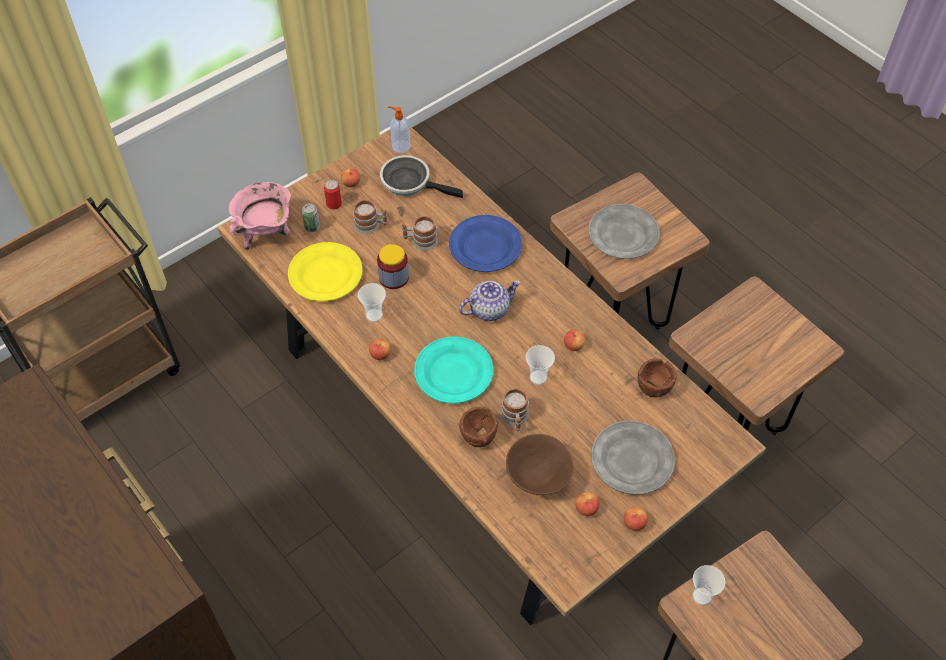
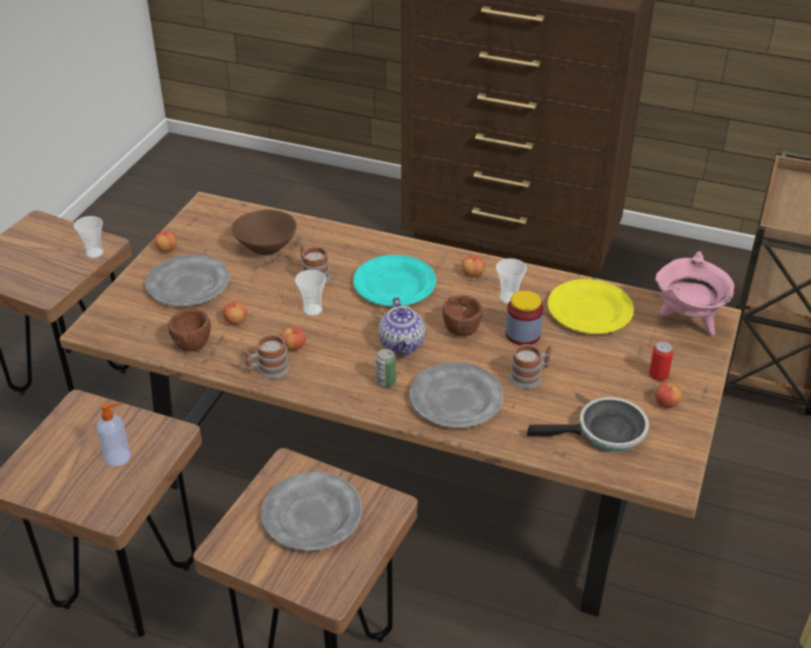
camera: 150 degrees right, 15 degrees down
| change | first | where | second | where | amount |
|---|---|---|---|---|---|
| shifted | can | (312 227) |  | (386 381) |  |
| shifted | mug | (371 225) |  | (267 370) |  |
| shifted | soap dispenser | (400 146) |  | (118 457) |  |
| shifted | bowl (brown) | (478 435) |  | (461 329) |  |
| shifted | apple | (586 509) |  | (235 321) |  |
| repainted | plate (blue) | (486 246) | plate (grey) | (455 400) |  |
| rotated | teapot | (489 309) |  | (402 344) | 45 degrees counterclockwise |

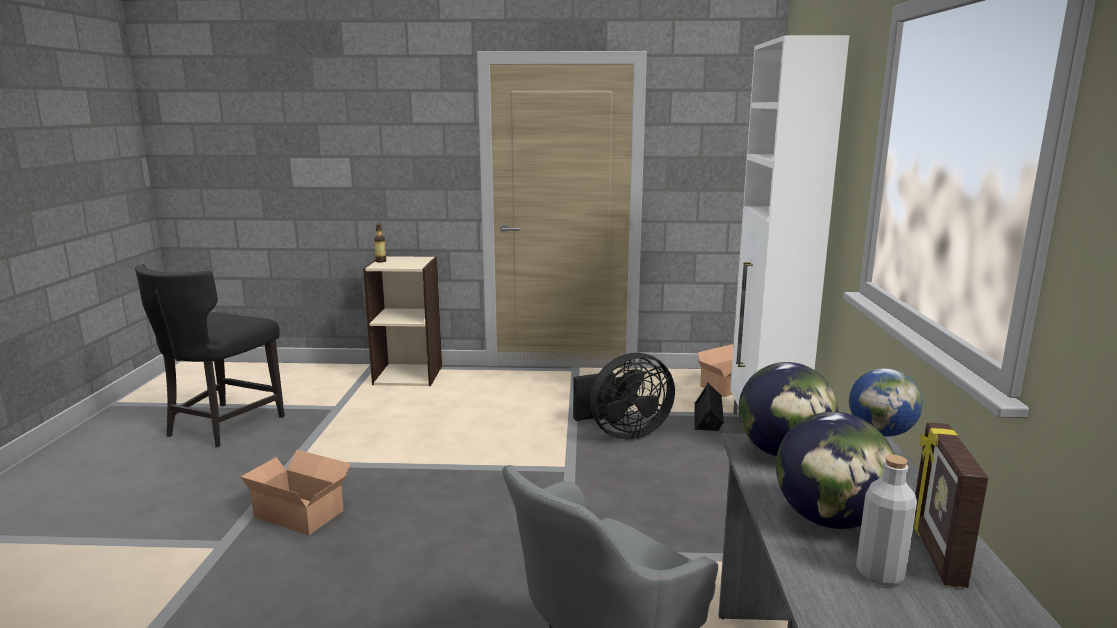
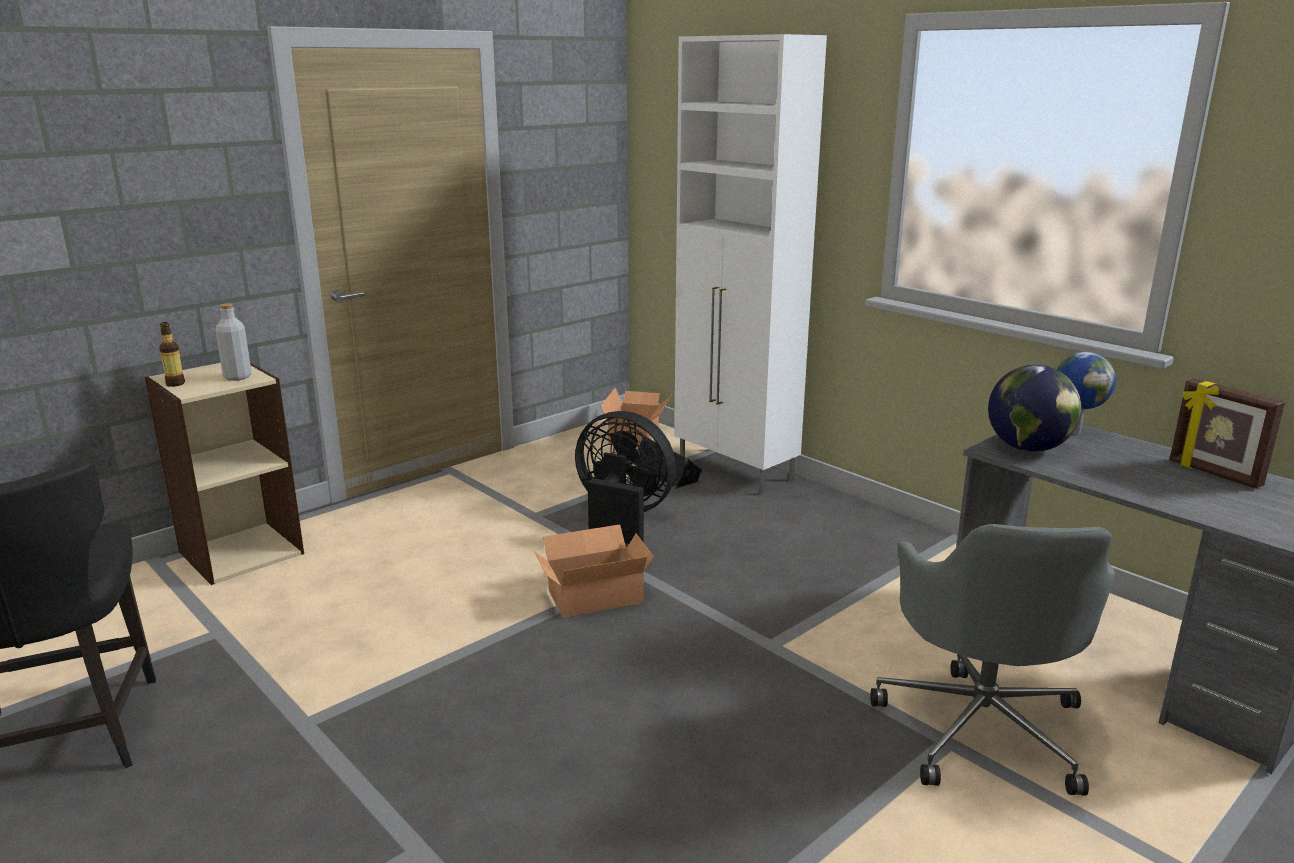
camera: 45 degrees left, 5 degrees up
| change | first | where | second | where | amount |
|---|---|---|---|---|---|
| gone | globe | (829 520) |  |  |  |
| shifted | cardboard box | (300 512) |  | (592 595) |  |
| shifted | bottle (grey) | (880 574) |  | (237 377) |  |
| rotated | fan (black) | (623 433) |  | (622 517) | 90 degrees counterclockwise |

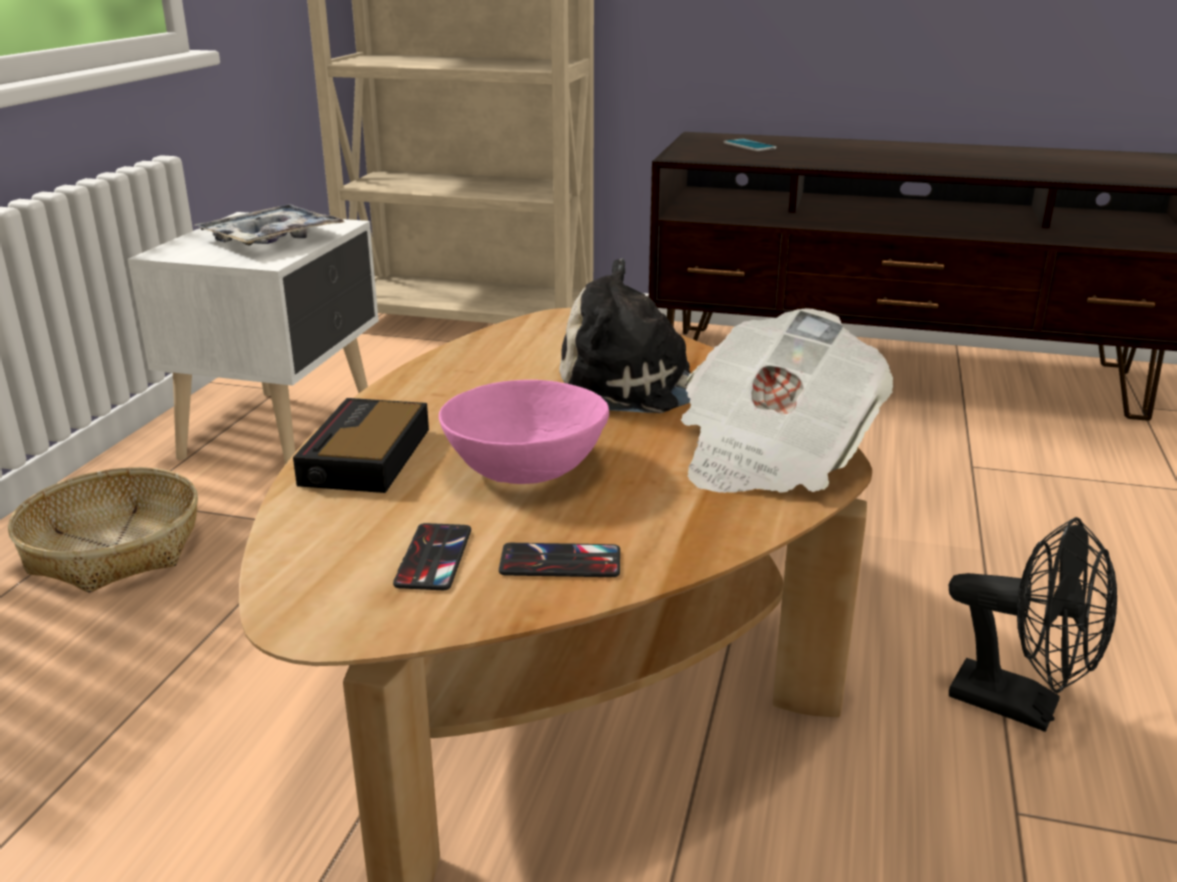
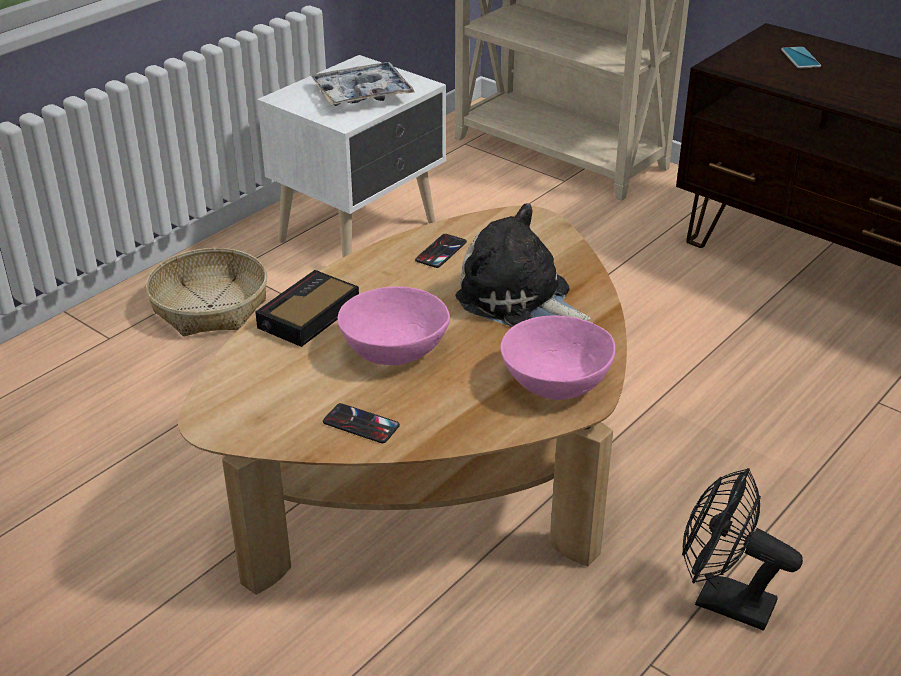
camera: 25 degrees right, 10 degrees up
| change | first | where | second | where | amount |
|---|---|---|---|---|---|
| shifted | phone | (433 557) |  | (441 251) |  |
| swapped | newspaper | (771 454) | bowl (pink) | (555 381) |  |
| rotated | fan (black) | (1021 706) |  | (722 601) | 150 degrees clockwise |

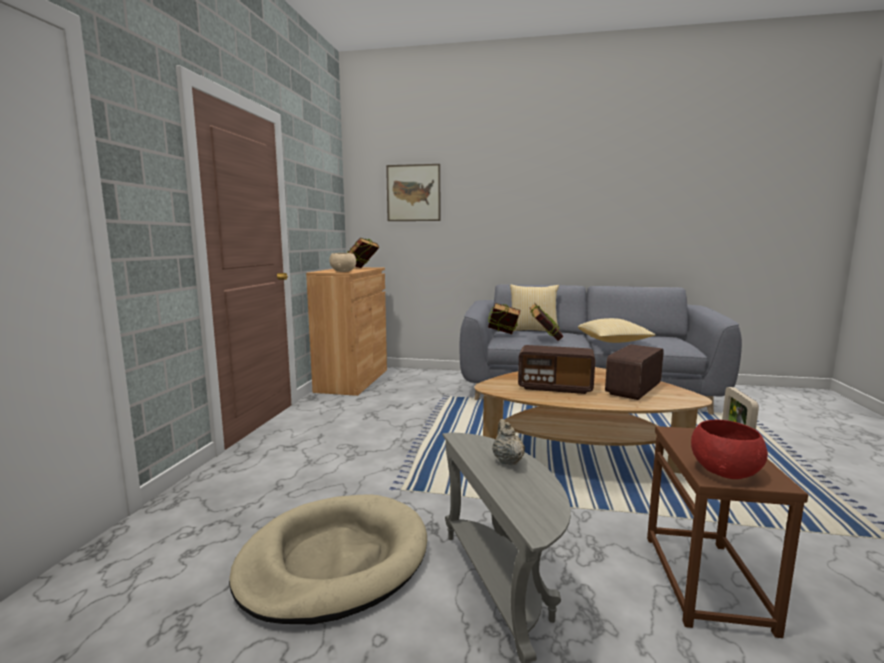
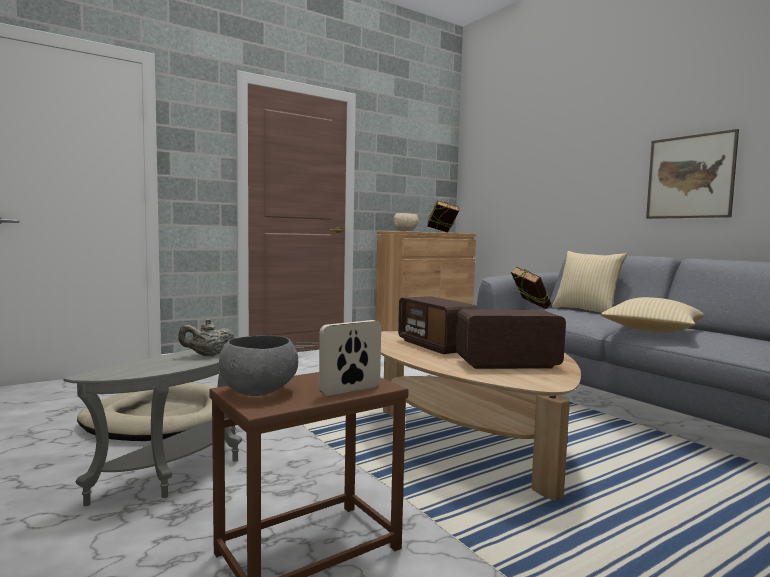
camera: 45 degrees right, 5 degrees down
| change | first | where | second | where | amount |
|---|---|---|---|---|---|
| gone | book | (545 339) |  |  |  |
| shifted | picture | (413 193) |  | (690 177) |  |
| repainted | bowl (red) | (724 471) | bowl (grey) | (260 392) |  |
| rotated | teapot (beige) | (507 460) |  | (207 355) | 150 degrees counterclockwise |

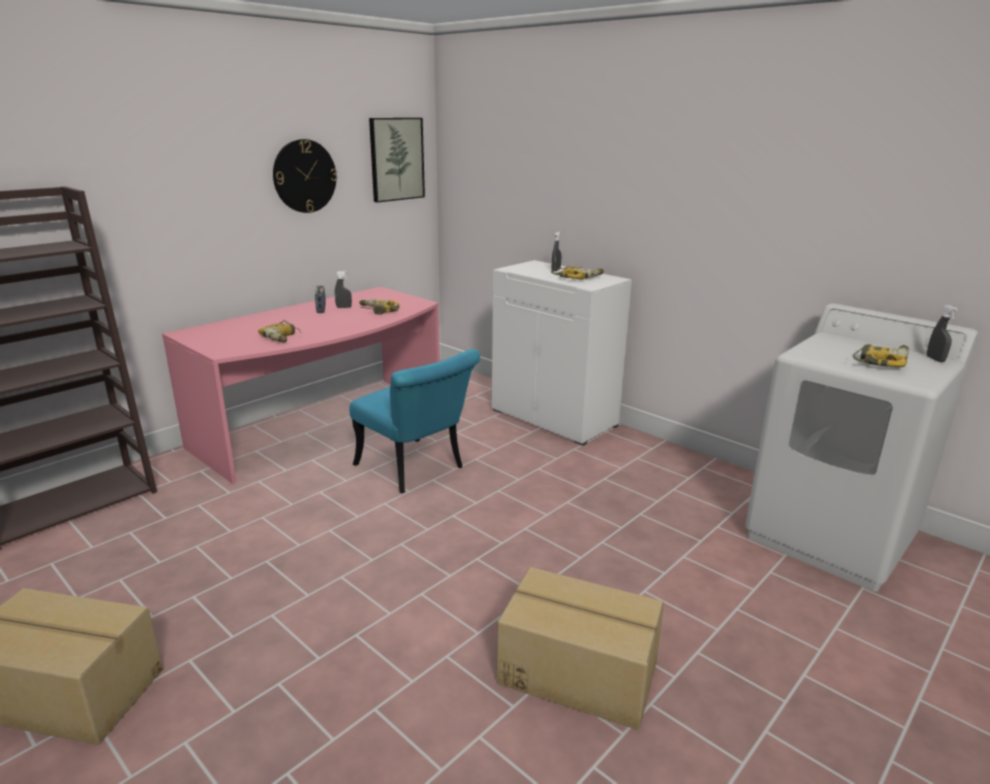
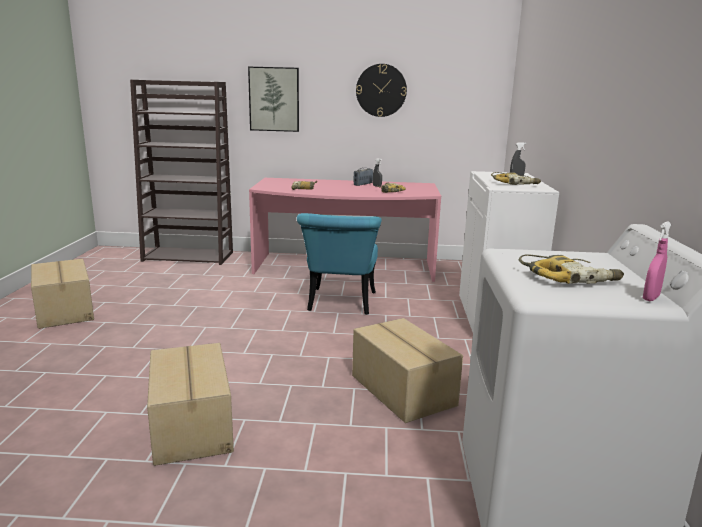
camera: 50 degrees right, 5 degrees down
| change | first | where | second | where | amount |
|---|---|---|---|---|---|
| new |  |  | cardboard box | (402 391) |  |
| shifted | picture | (396 159) |  | (274 99) |  |
| repainted | spray bottle (grey) | (935 359) | spray bottle (pink) | (651 298) |  |

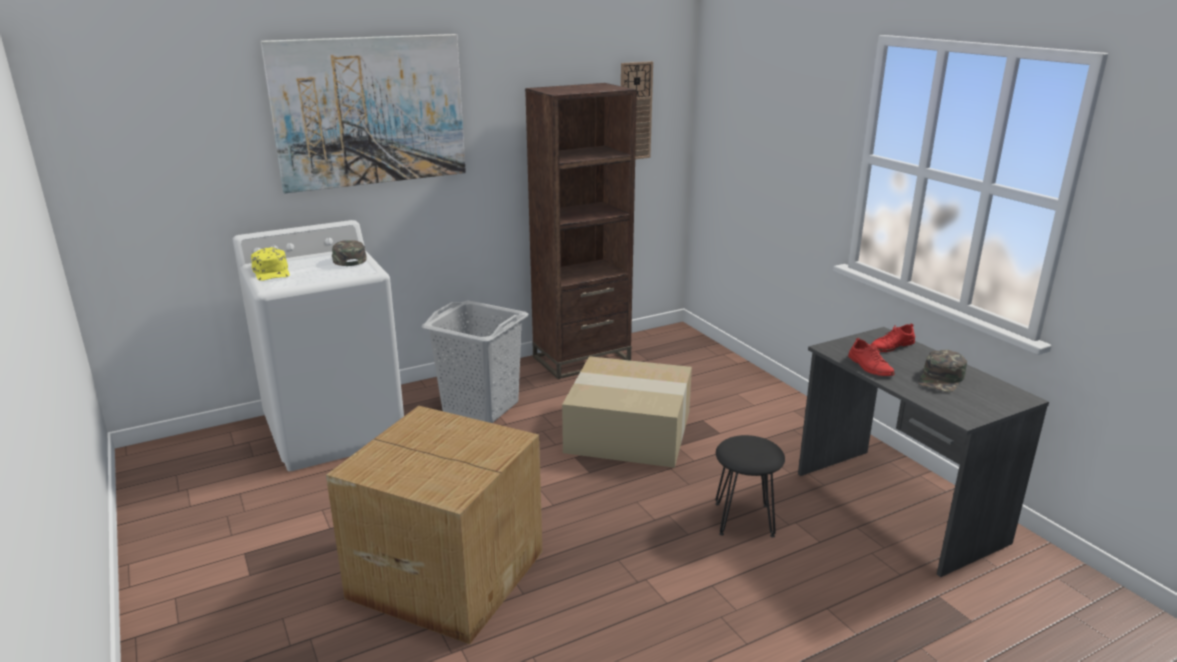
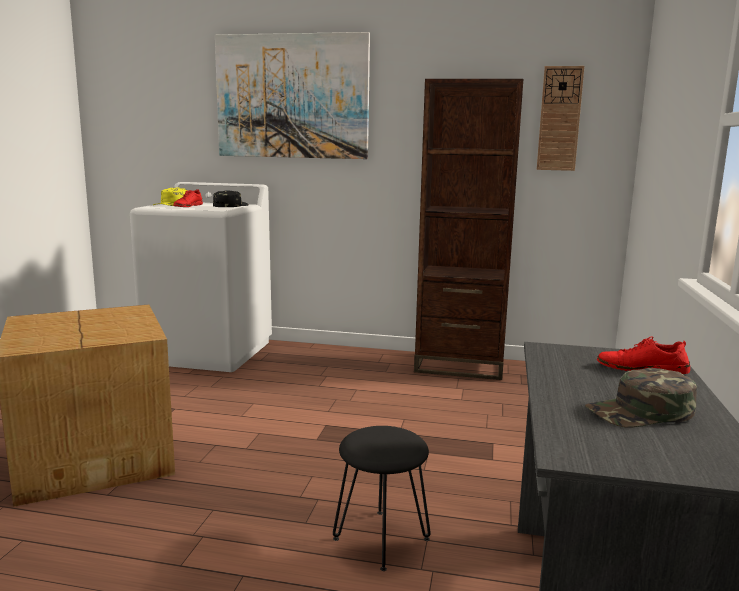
camera: 40 degrees right, 10 degrees down
| change | first | where | second | where | amount |
|---|---|---|---|---|---|
| gone | laundry basket (grey) | (481 407) |  |  |  |
| gone | cardboard box | (630 431) |  |  |  |
| shifted | shoe (red) | (870 366) |  | (188 206) |  |
| repainted | cap (green) | (348 259) | cap (black) | (230 206) |  |

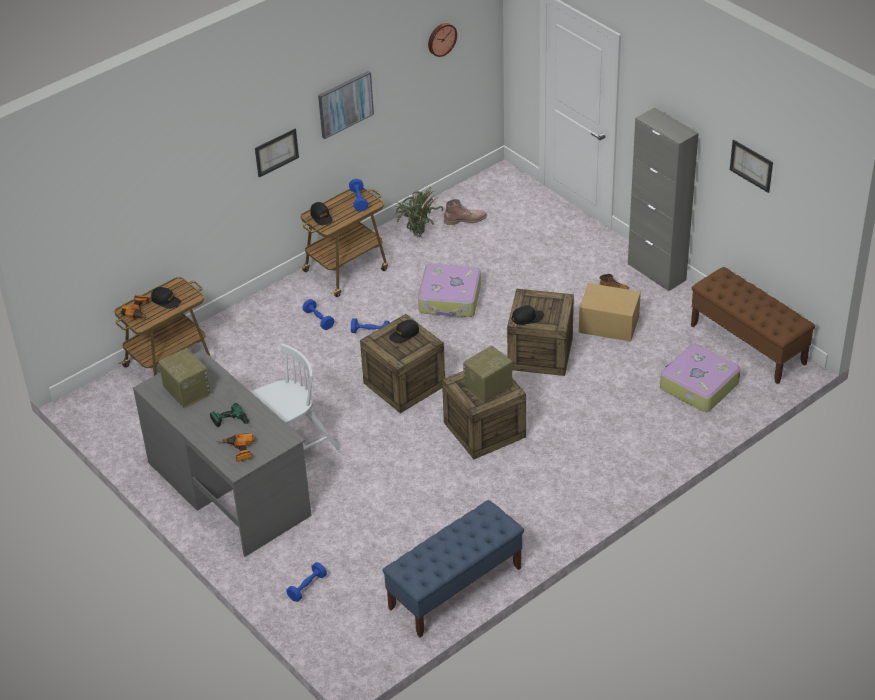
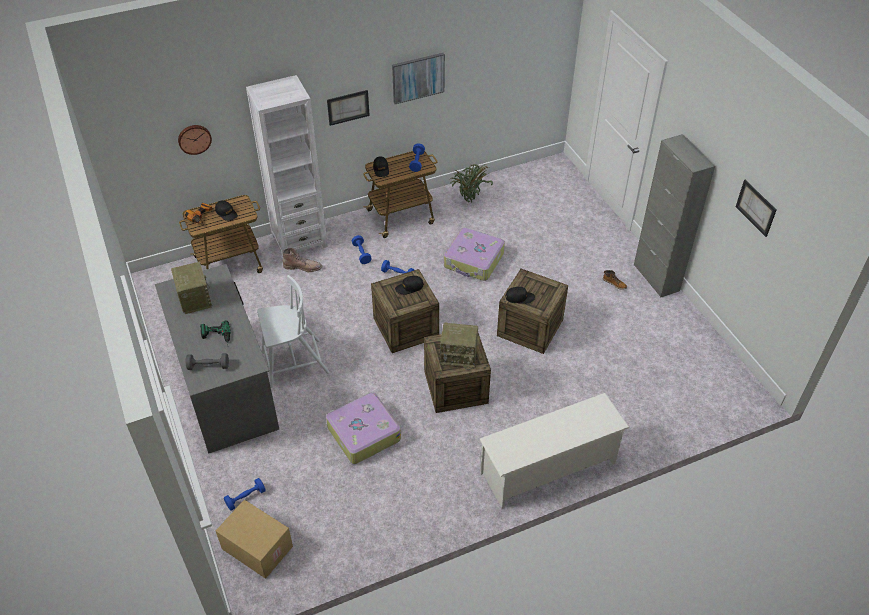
camera: 15 degrees right, 5 degrees up
| change | first | where | second | where | amount |
|---|---|---|---|---|---|
| gone | bench (blue) | (455 588) |  |  |  |
| gone | bench (brown) | (748 345) |  |  |  |
| new |  |  | bookcase (white) | (299 240) |  |
| new |  |  | shoe rack (white) | (548 468) |  |
| shifted | wall clock | (441 39) |  | (194 138) |  |
| shifted | boot (brown) | (465 219) |  | (303 267) |  |
| shifted | cardboard box | (608 325) |  | (256 548) |  |
| shifted | suitcase | (698 386) |  | (363 433) |  |
| swapped | power drill | (238 451) | dumbbell (grey) | (208 366) |  |
| rotated | radio | (487 388) |  | (459 356) | 150 degrees counterclockwise |

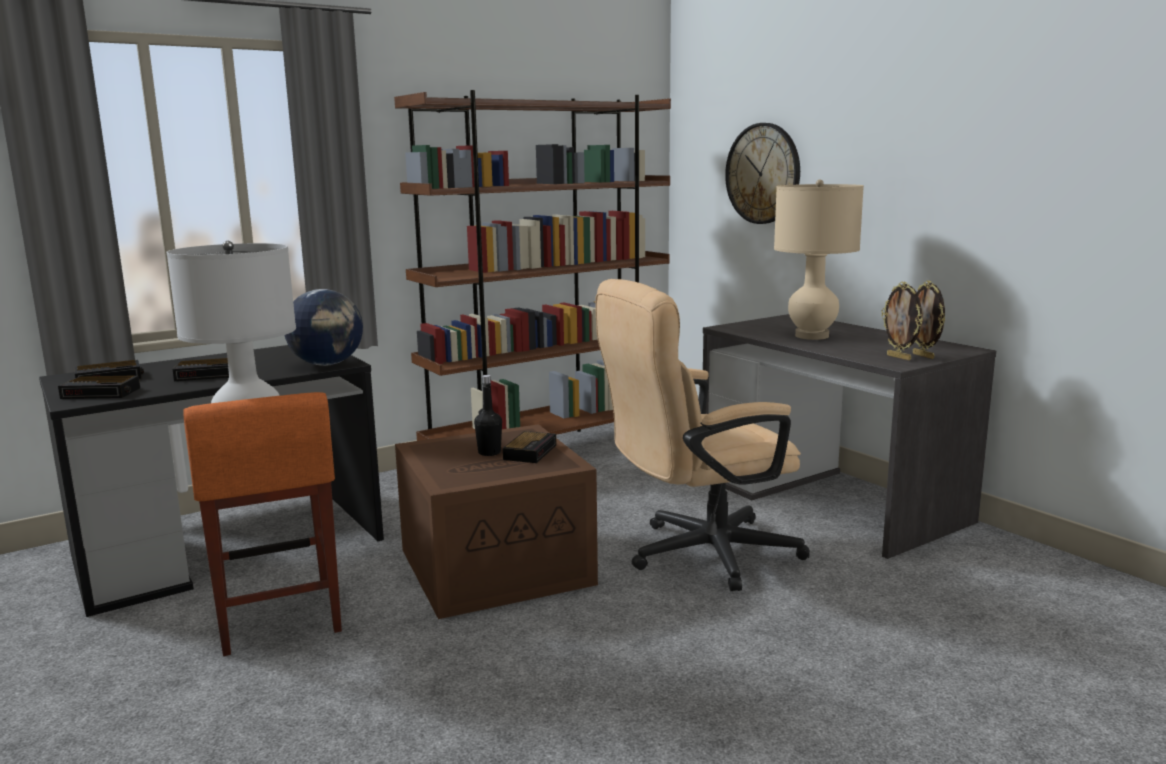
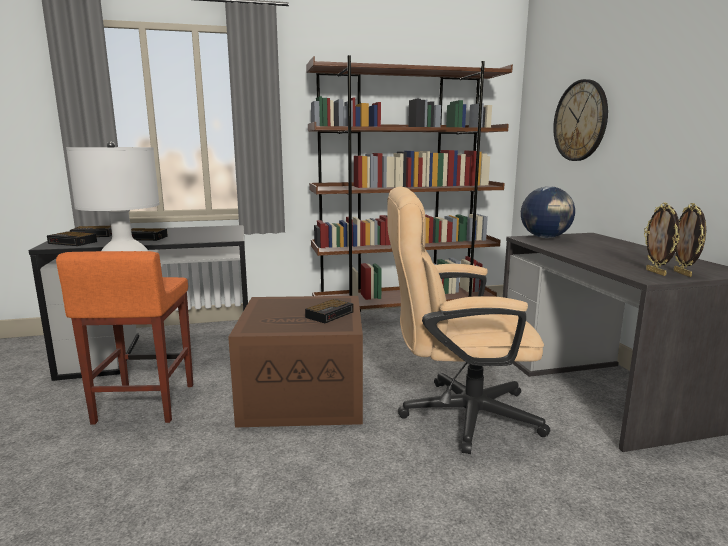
camera: 20 degrees right, 0 degrees up
| change | first | where | second | where | amount |
|---|---|---|---|---|---|
| gone | bottle (black) | (489 452) |  |  |  |
| gone | table lamp (beige) | (812 336) |  |  |  |
| shifted | globe | (327 364) |  | (545 237) |  |

